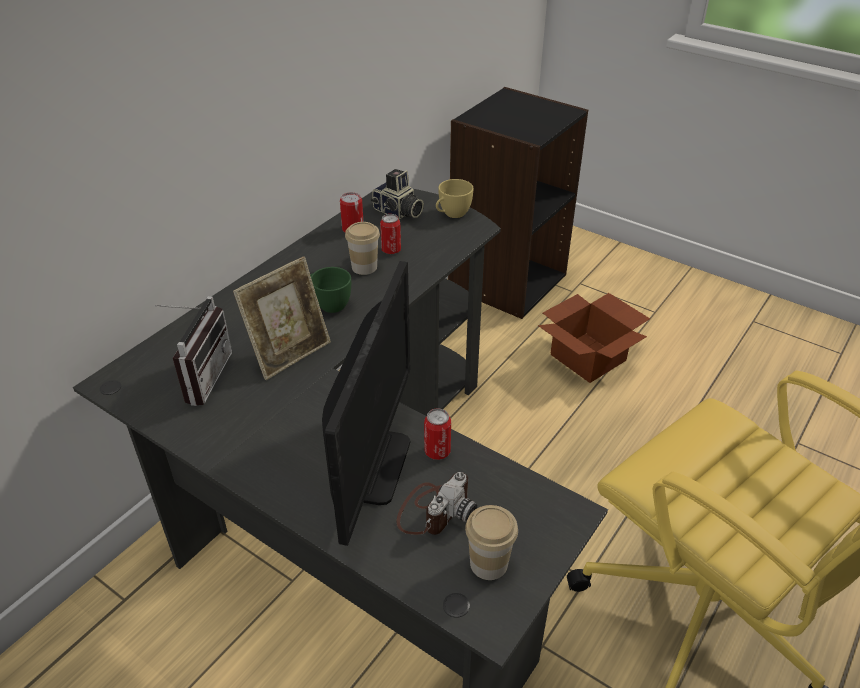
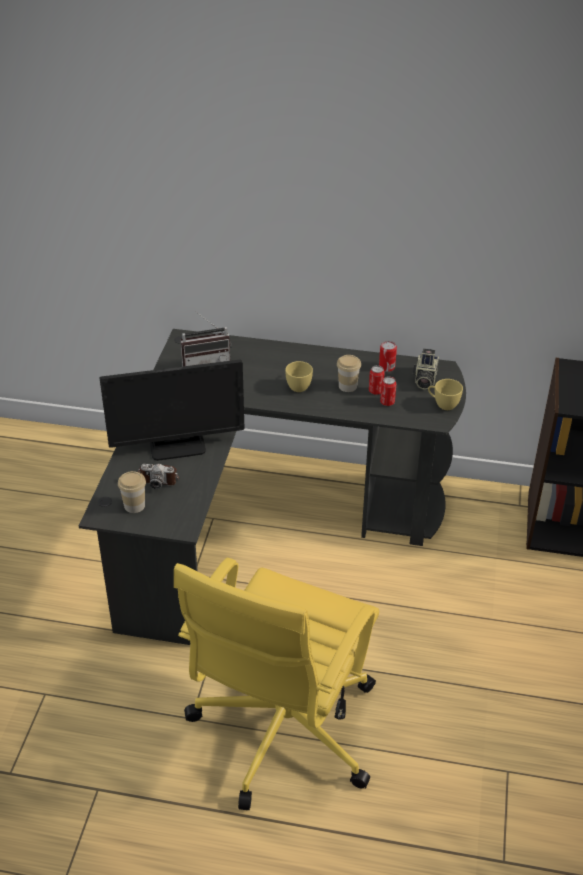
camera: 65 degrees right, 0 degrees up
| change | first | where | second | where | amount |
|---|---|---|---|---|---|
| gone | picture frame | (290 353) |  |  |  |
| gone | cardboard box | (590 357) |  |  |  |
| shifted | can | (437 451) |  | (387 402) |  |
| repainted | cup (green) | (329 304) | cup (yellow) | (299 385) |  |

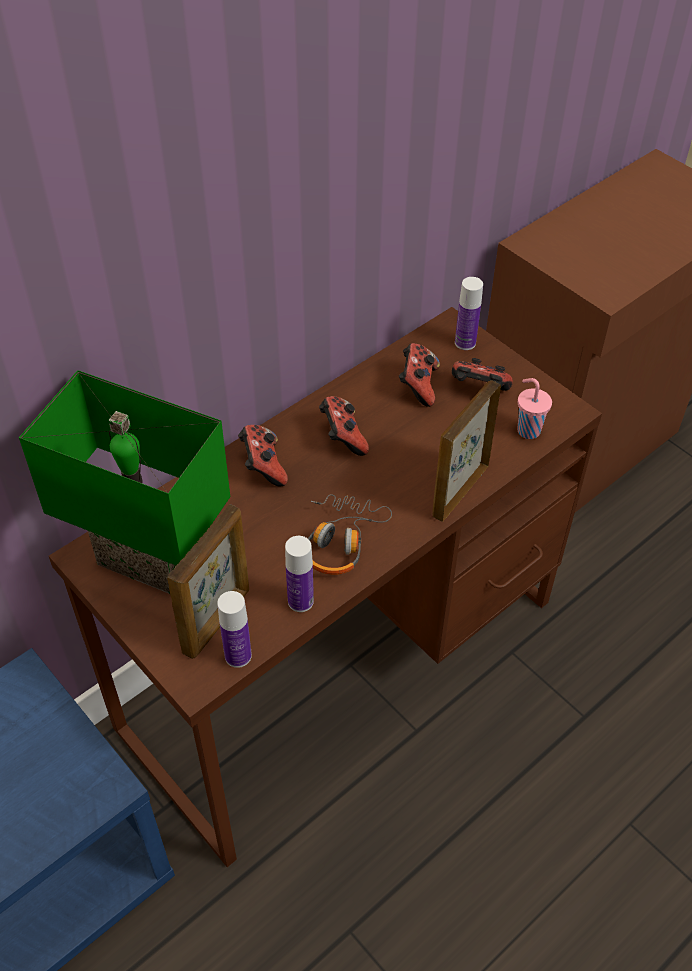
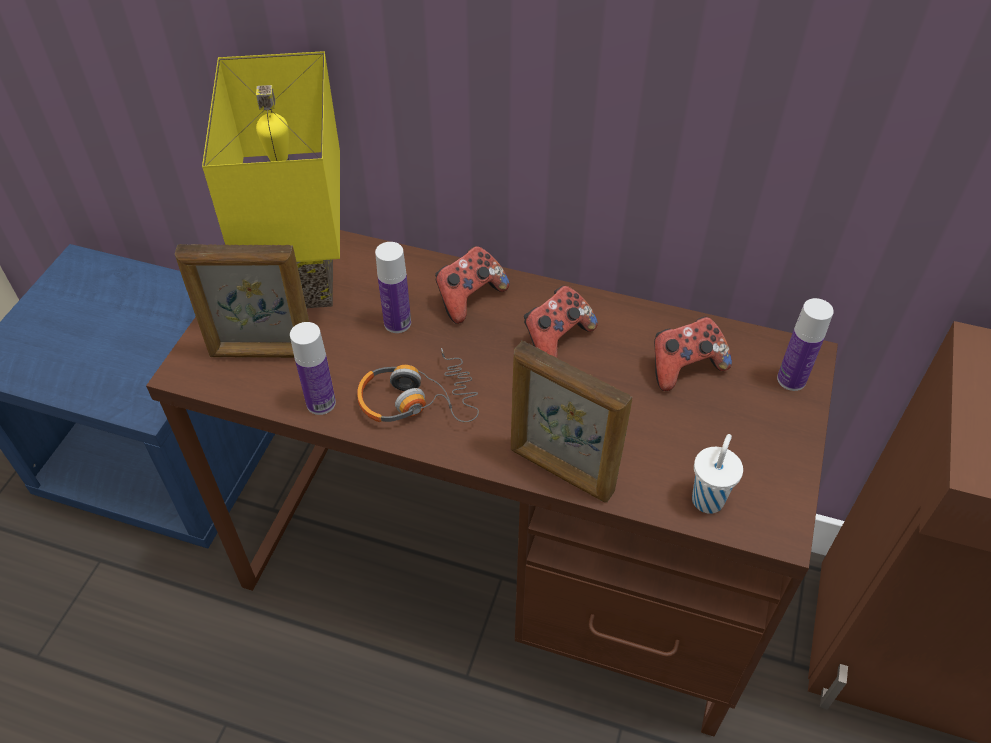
camera: 60 degrees right, 0 degrees up
| change | first | where | second | where | amount |
|---|---|---|---|---|---|
| gone | game controller | (478 390) |  |  |  |
| shifted | bottle | (238 656) |  | (397 323) |  |
| repainted | table lamp (green) | (154 556) | table lamp (yellow) | (309 276) |  |
| repainted | cup (pink) | (527 430) | cup (white) | (708 498) |  |
| rotated | picture frame | (459 491) |  | (560 471) | 150 degrees counterclockwise |

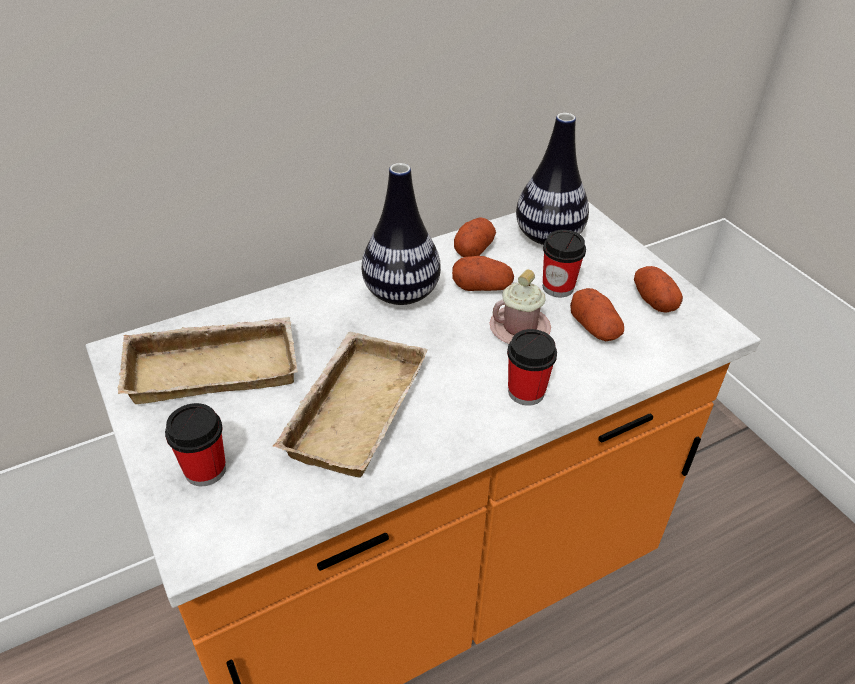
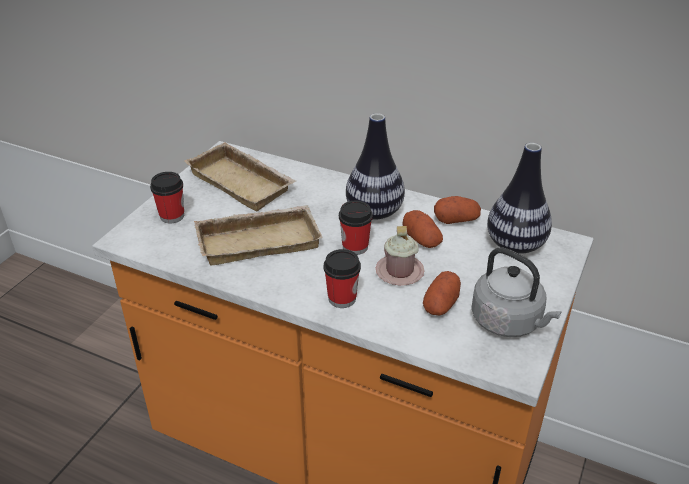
camera: 55 degrees right, 5 degrees down
| change | first | where | second | where | amount |
|---|---|---|---|---|---|
| shifted | cup | (558 287) |  | (355 247) |  |
| swapped | potato | (653 300) | kettle (grey) | (509 322) |  |

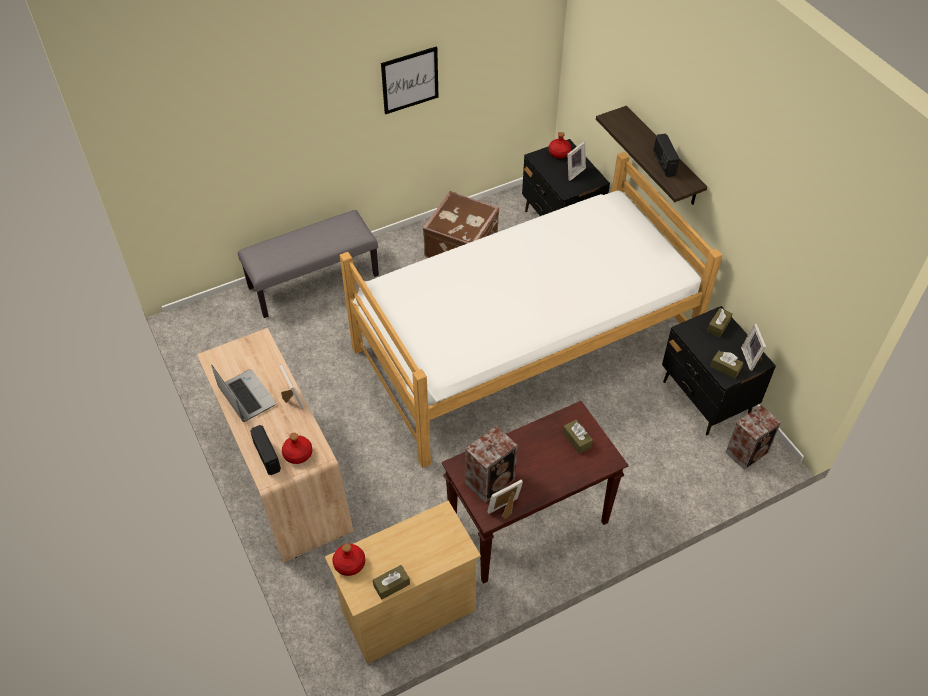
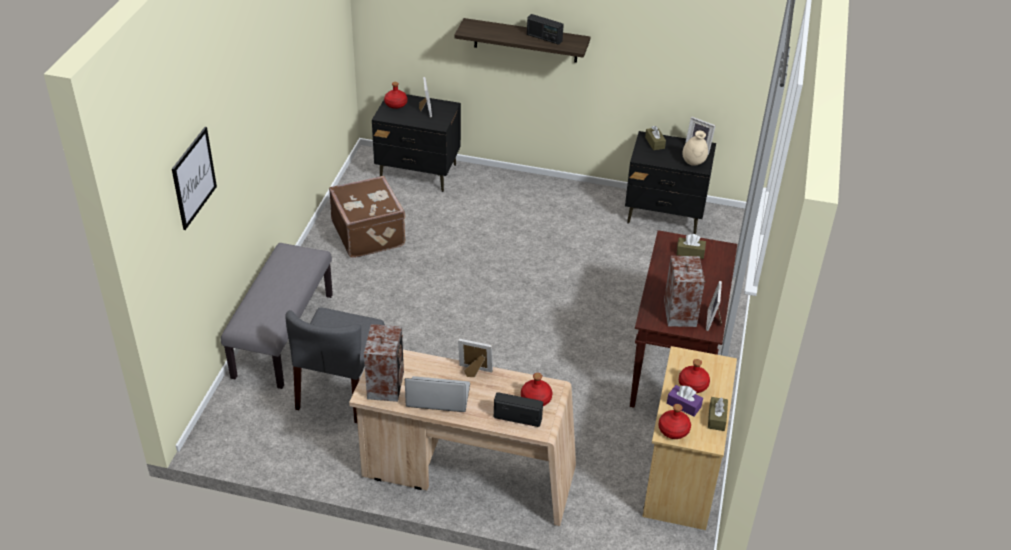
camera: 50 degrees left, 10 degrees down
| change | first | where | second | where | amount |
|---|---|---|---|---|---|
| gone | bed | (525 348) |  |  |  |
| new |  |  | chair (grey) | (340 389) |  |
| new |  |  | tissue box (purple) | (683 405) |  |
| new |  |  | bottle (red) | (693 385) |  |
| shifted | picture | (410 80) |  | (194 178) |  |
| shifted | speaker | (748 452) |  | (386 384) |  |
| swapped | tissue box (brown) | (725 368) | vase (beige) | (693 163) |  |

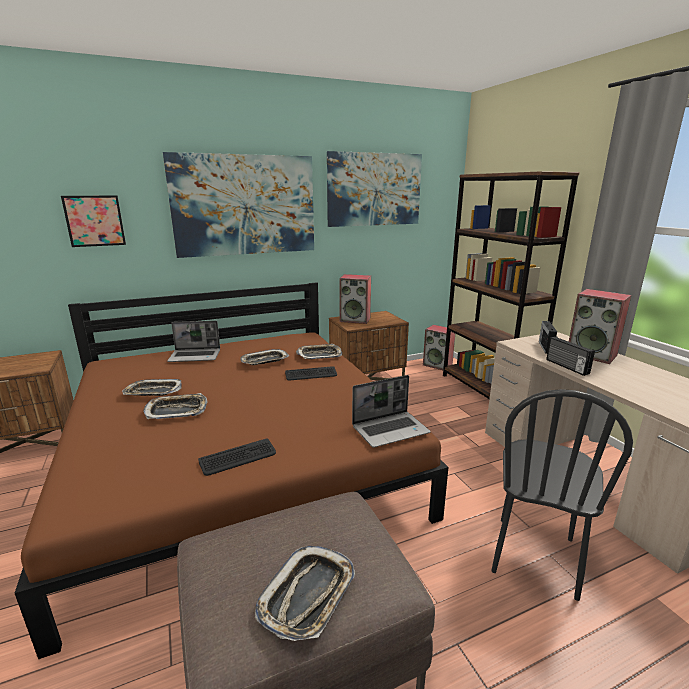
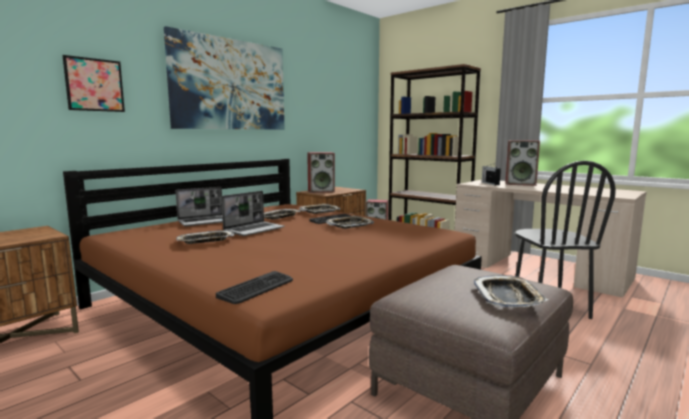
camera: 25 degrees left, 10 degrees down
| change | first | where | second | where | amount |
|---|---|---|---|---|---|
| gone | picture | (374 189) |  |  |  |
| gone | radio | (566 367) |  |  |  |
| shifted | tray | (176 410) |  | (349 225) |  |
| shifted | keyboard | (238 458) |  | (257 288) |  |
| shifted | laptop | (391 430) |  | (254 229) |  |

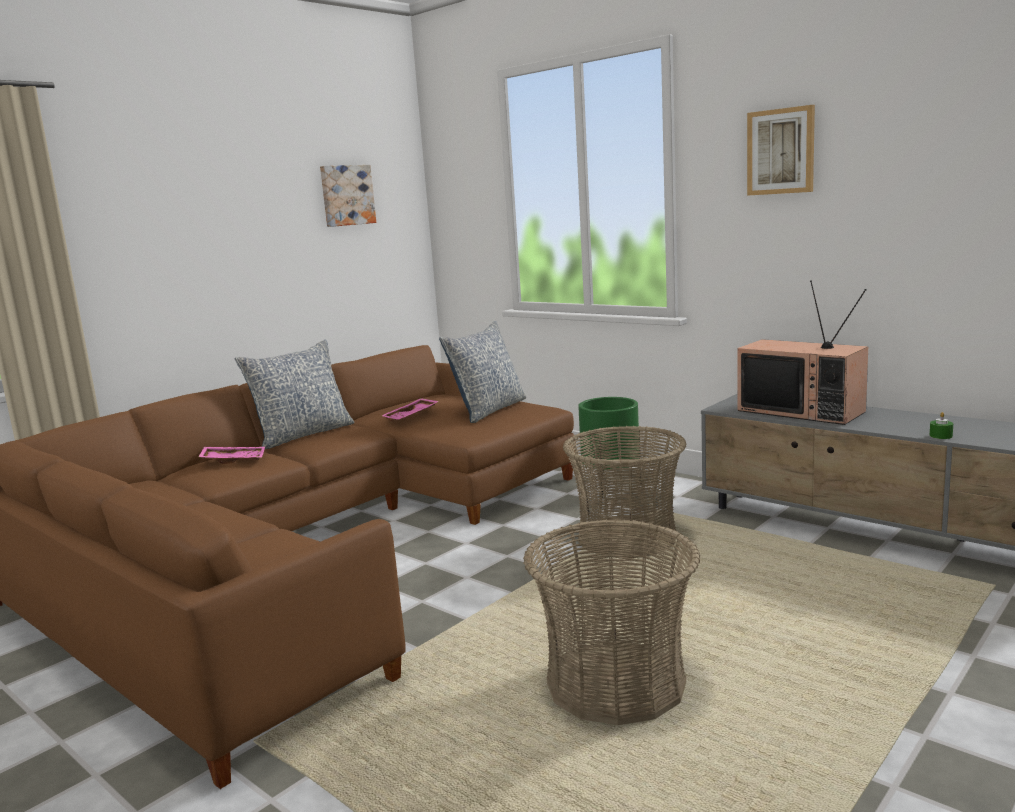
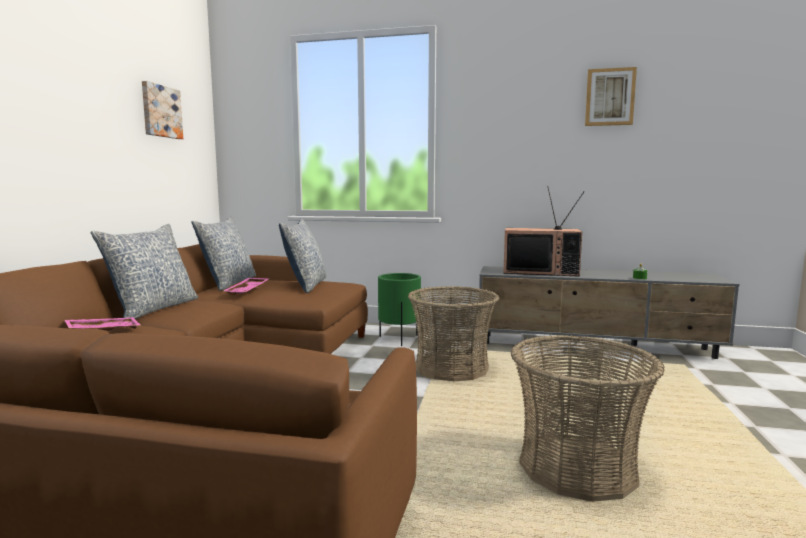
camera: 30 degrees left, 5 degrees down
| change | first | where | second | where | amount |
|---|---|---|---|---|---|
| new |  |  | pillow | (228 283) |  |
| shifted | picture | (781 151) |  | (609 97) |  |

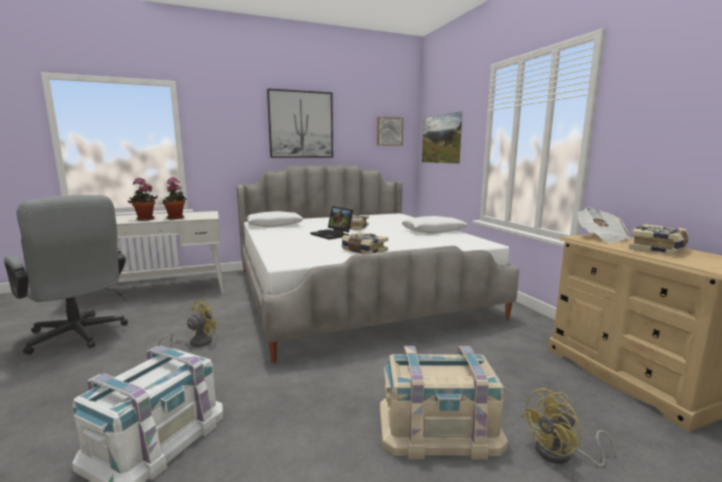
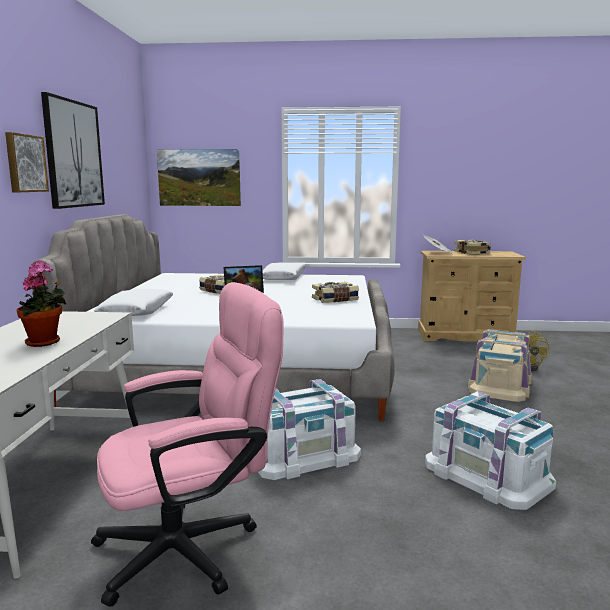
camera: 65 degrees left, 0 degrees up
| change | first | where | second | where | amount |
|---|---|---|---|---|---|
| gone | potted plant | (176 218) |  |  |  |
| shifted | picture | (389 131) |  | (25 163) |  |
| swapped | fan (yellow) | (196 342) | storage box (white) | (302 454) |  |
| repainted | office chair (grey) | (79 337) | office chair (pink) | (192 547) |  |

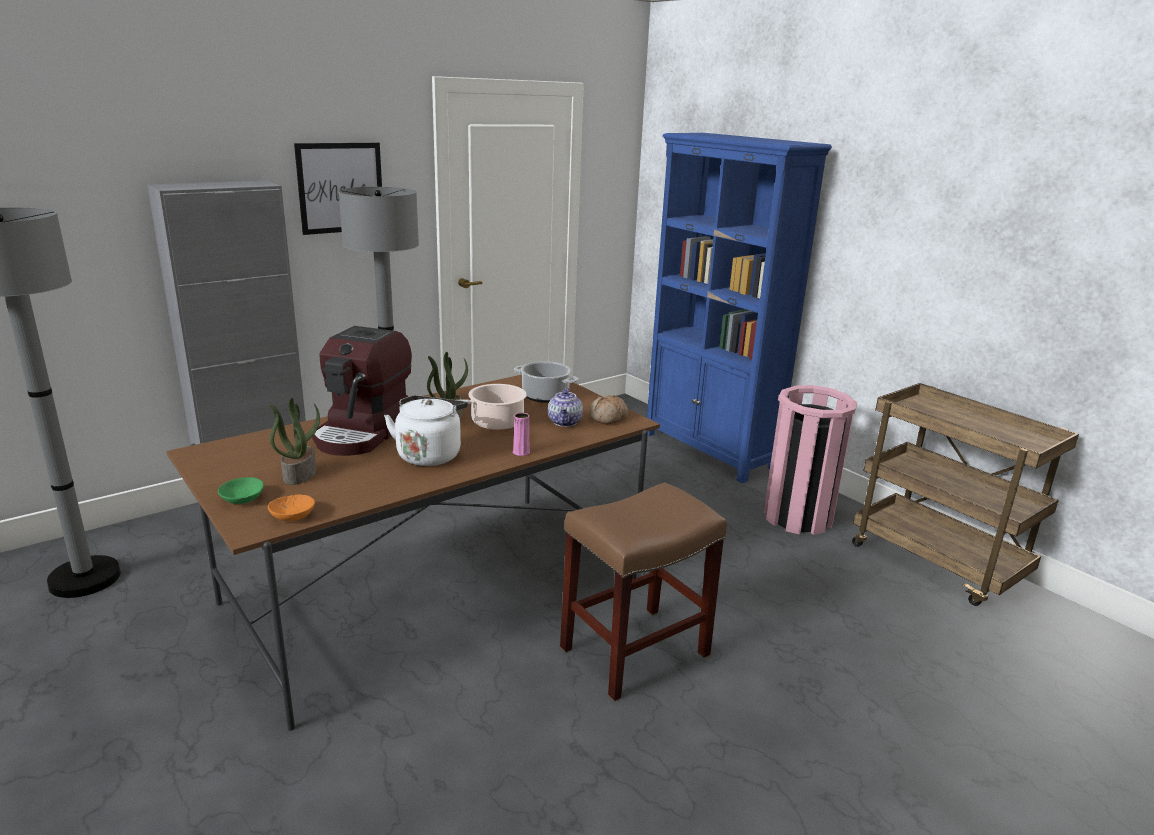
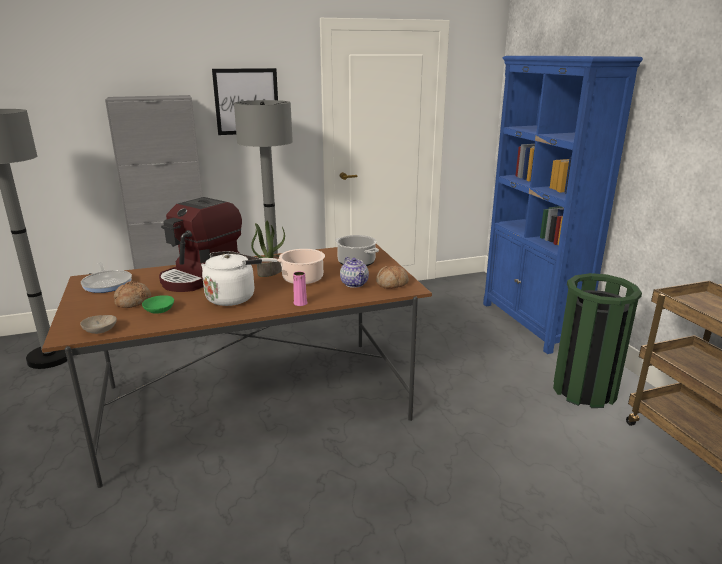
camera: 20 degrees right, 0 degrees up
| change | first | where | second | where | amount |
|---|---|---|---|---|---|
| gone | stool (brown) | (634 652) |  |  |  |
| new |  |  | frying pan | (107 283) |  |
| shifted | bowl (green) | (242 499) |  | (159 310) |  |
| swapped | potted plant | (299 474) | bread | (133 301) |  |
| repainted | bowl (orange) | (292 517) | bowl (beige) | (99 331) |  |
| repainted | trash can (pink) | (797 517) | trash can (green) | (584 390) |  |
| rotated | teapot | (565 422) |  | (354 284) | 45 degrees counterclockwise |

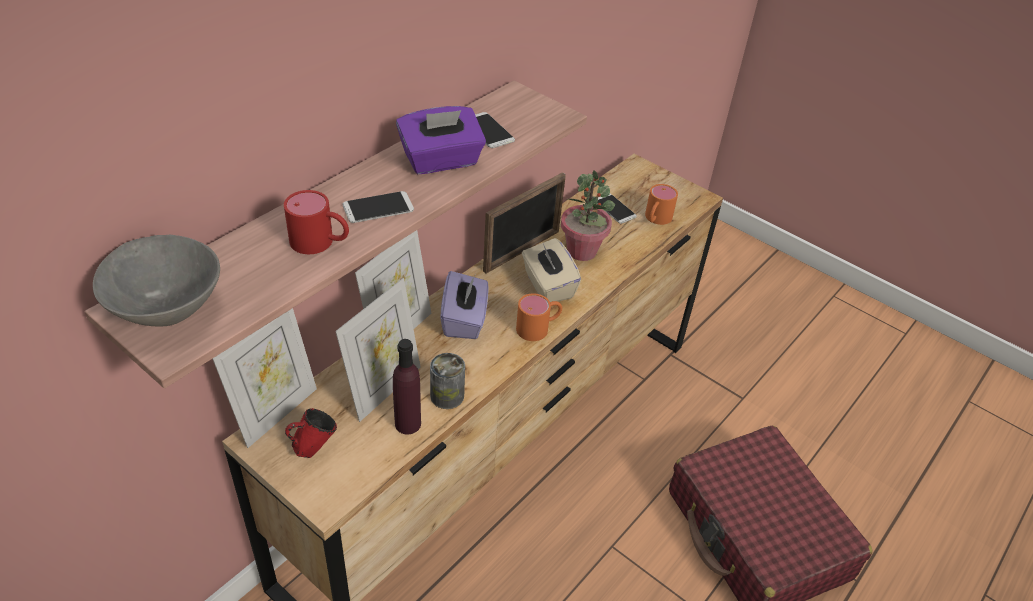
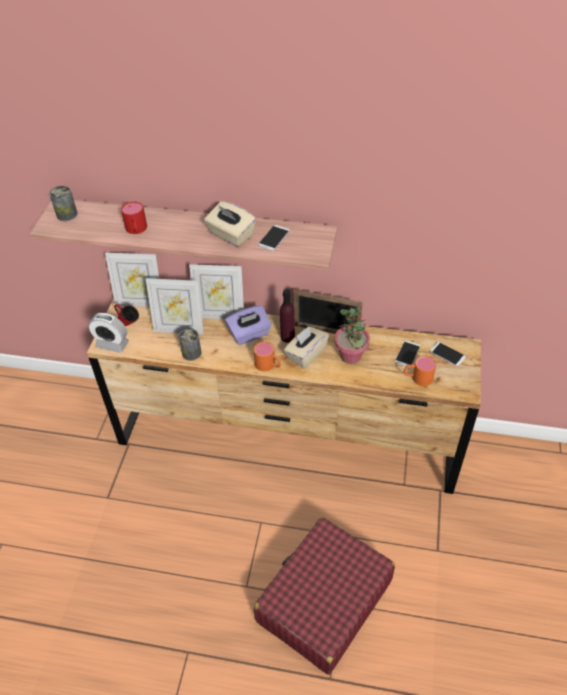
camera: 65 degrees right, 5 degrees up
| change | first | where | second | where | amount |
|---|---|---|---|---|---|
| new |  |  | alarm clock | (112 344) |  |
| shifted | phone | (378 208) |  | (447 354) |  |
| shifted | bottle (purple) | (407 424) |  | (287 337) |  |
| swapped | bowl (grey) | (168 308) | can | (67 214) |  |
| repainted | tissue box (purple) | (441 161) | tissue box (beige) | (231 235) |  |

